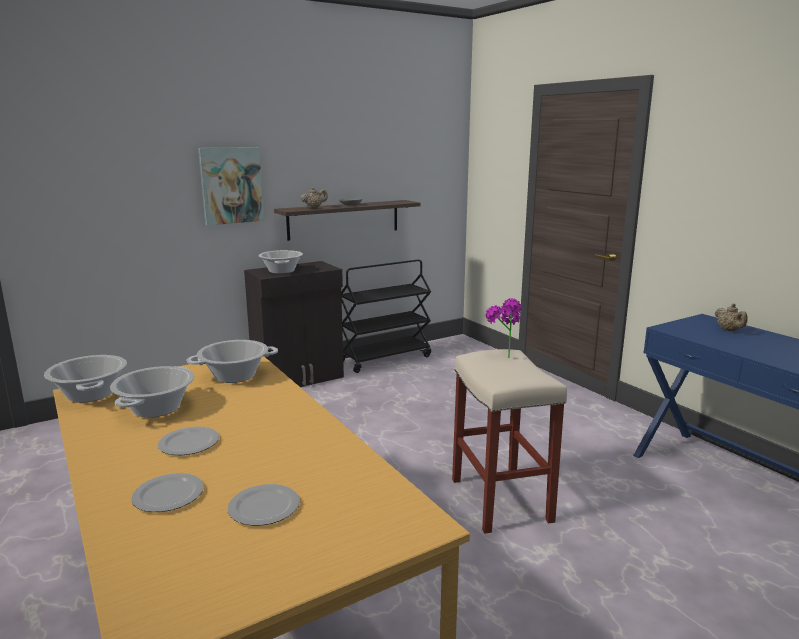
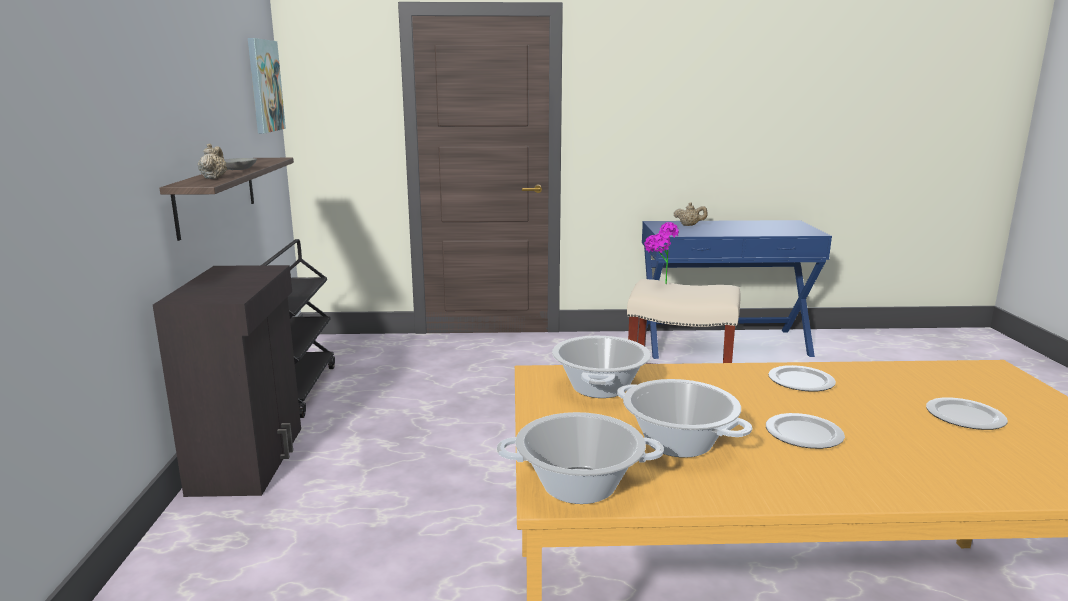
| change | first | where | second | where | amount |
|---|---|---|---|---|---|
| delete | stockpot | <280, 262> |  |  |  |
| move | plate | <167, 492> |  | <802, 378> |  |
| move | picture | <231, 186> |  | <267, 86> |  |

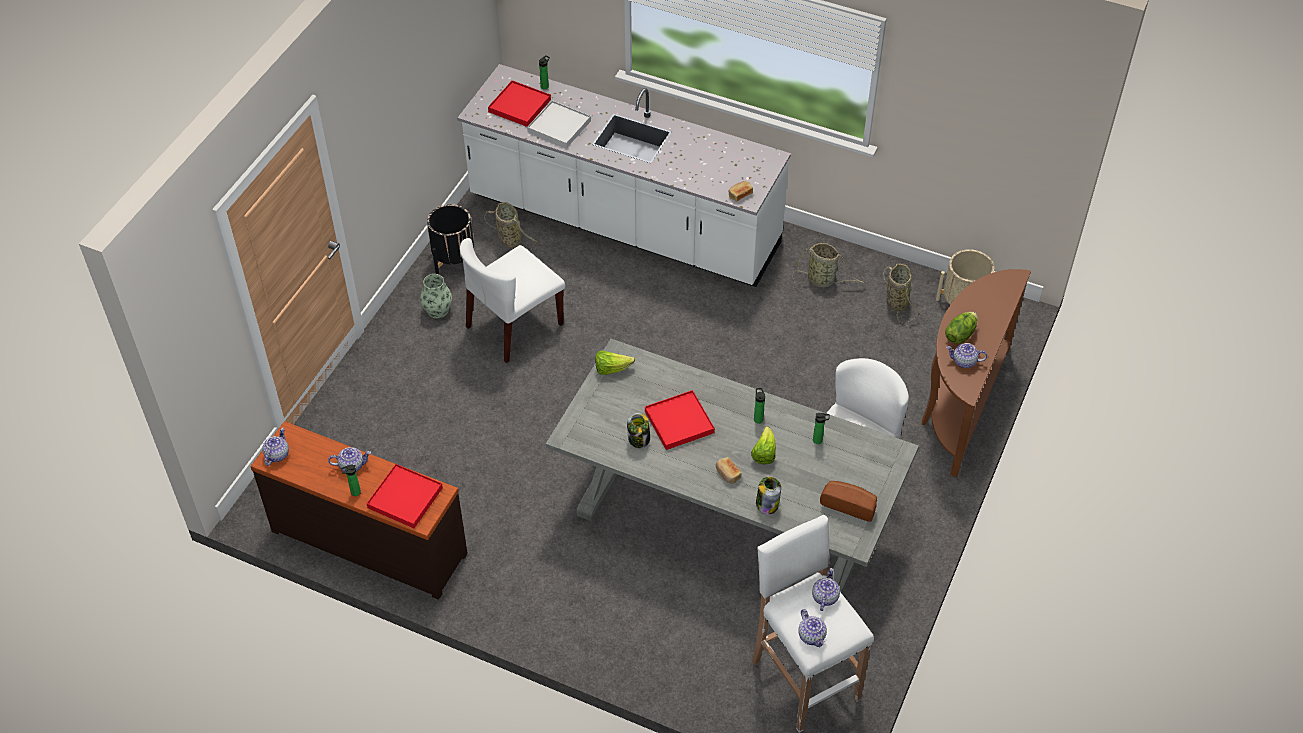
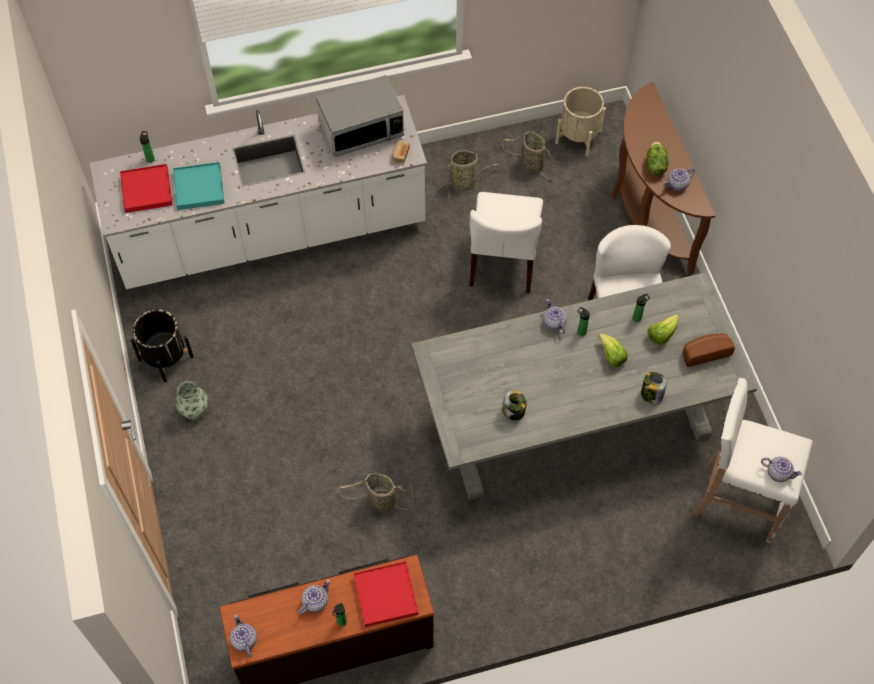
| change | first | where | second | where | amount |
|---|---|---|---|---|---|
| delete | red-coloured_carrying_tray | <680, 420> |  |  |  |
| delete | bakery_bread | <729, 470> |  |  |  |
| insert |  |  | microwave_oven | <360, 116> |  |
| move | white-coloured_chair | <512, 300> |  | <506, 242> |  |
| move | basket | <511, 226> |  | <375, 492> |  |
| move | lettuce | <615, 362> |  | <663, 330> |  |
| move | pot_for_tea | <826, 589> |  | <555, 316> |  |
| recolor | white-coloured_carrying_tray | <559, 124> | turquoise-coloured_carrying_tray | <199, 186> |  |

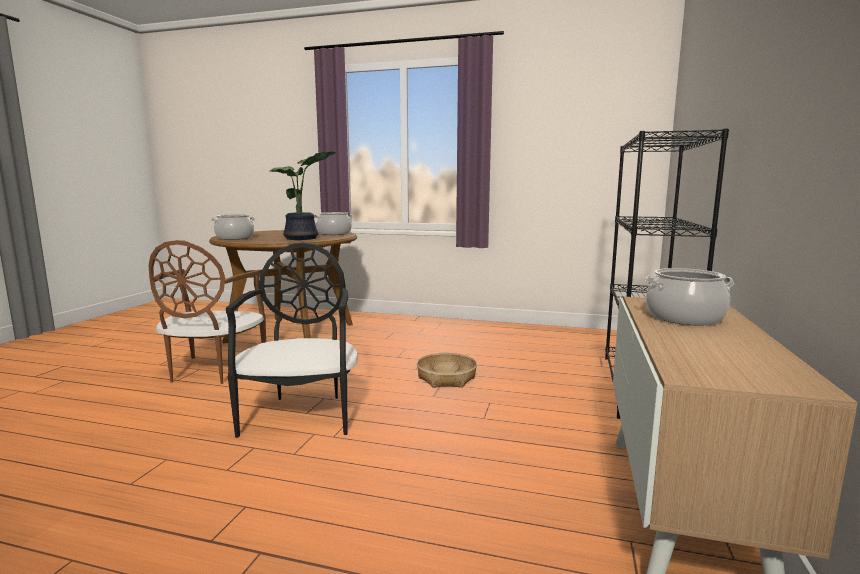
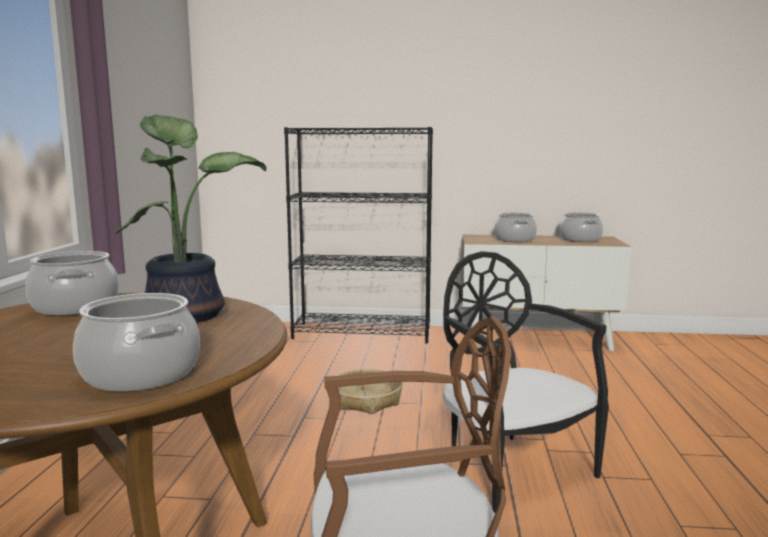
| change | first | where | second | where | amount |
|---|---|---|---|---|---|
| insert |  |  | stockpot | <581, 227> |  |
| rotate | black_chair | <292, 340> |  | <526, 382> | 75 degrees clockwise |

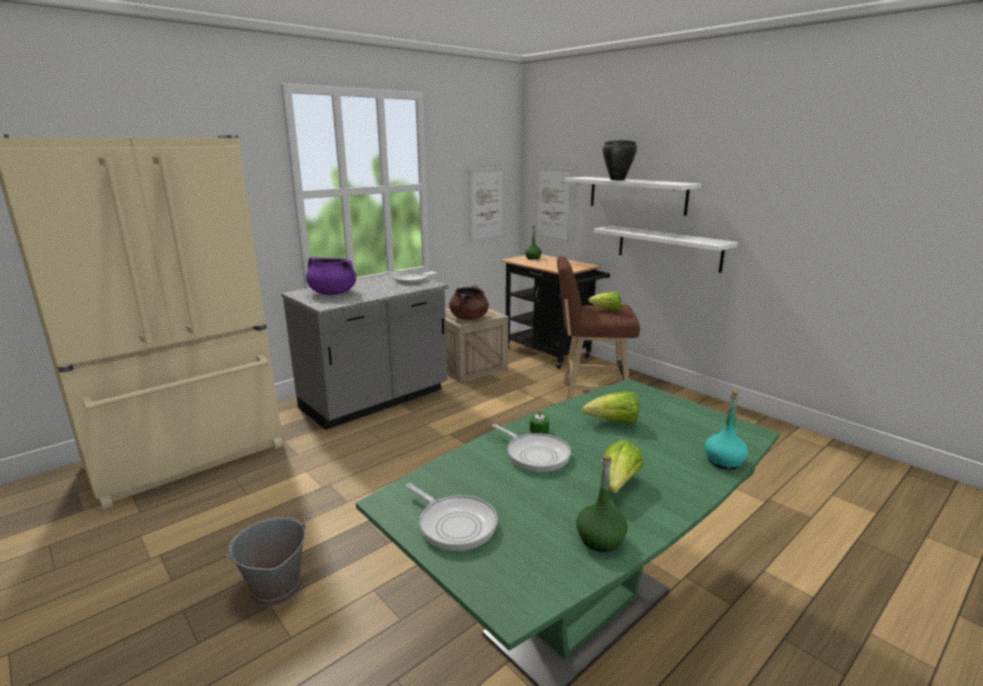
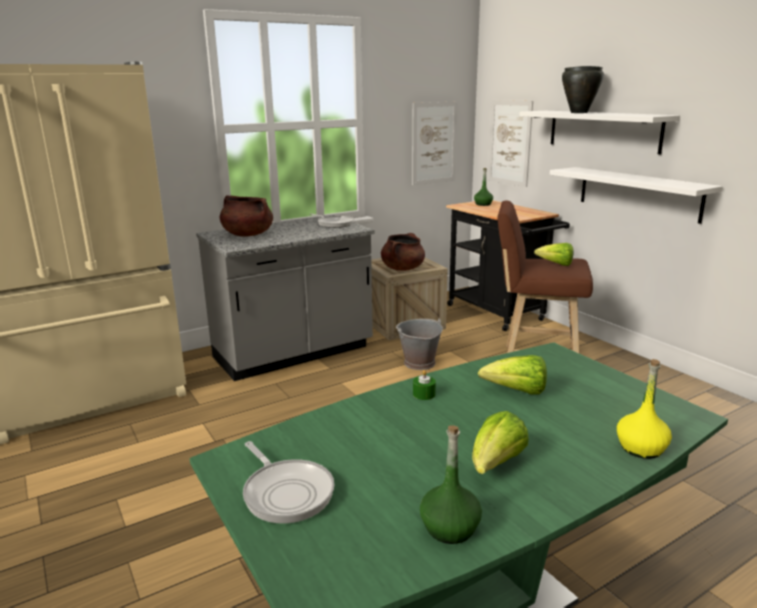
| change | first | where | second | where | amount |
|---|---|---|---|---|---|
| delete | frying_pan | <531, 448> |  |  |  |
| move | gray_water_bucket | <266, 562> |  | <419, 344> |  |
| recolor | purplish_stockpot | <331, 276> | brown_stockpot | <246, 216> |  |
| recolor | turquoise-coloured_beverage_bottle | <726, 429> | yellow_beverage_bottle | <644, 409> |  |

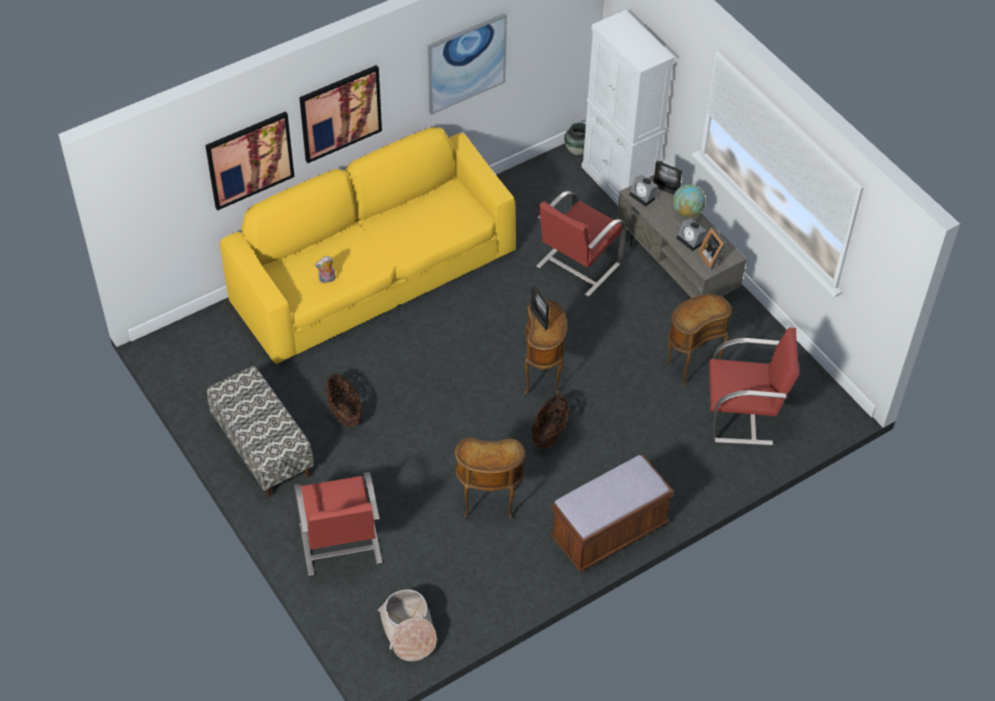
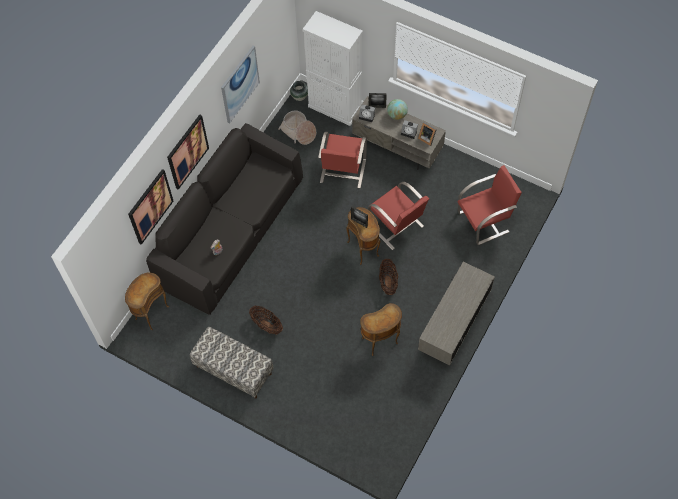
| change | first | where | second | where | amount |
|---|---|---|---|---|---|
| move | red-coloured_armchair | <338, 524> |  | <398, 216> |  |
| move | basket | <407, 625> |  | <297, 127> |  |
| move | brown_side_table | <699, 340> |  | <147, 301> |  |
| replace | brown_long_seat | <611, 513> | gray_tv_unit | <456, 314> |  |
| recolor | yellow_settee | <368, 245> | black_settee | <224, 219> |  |

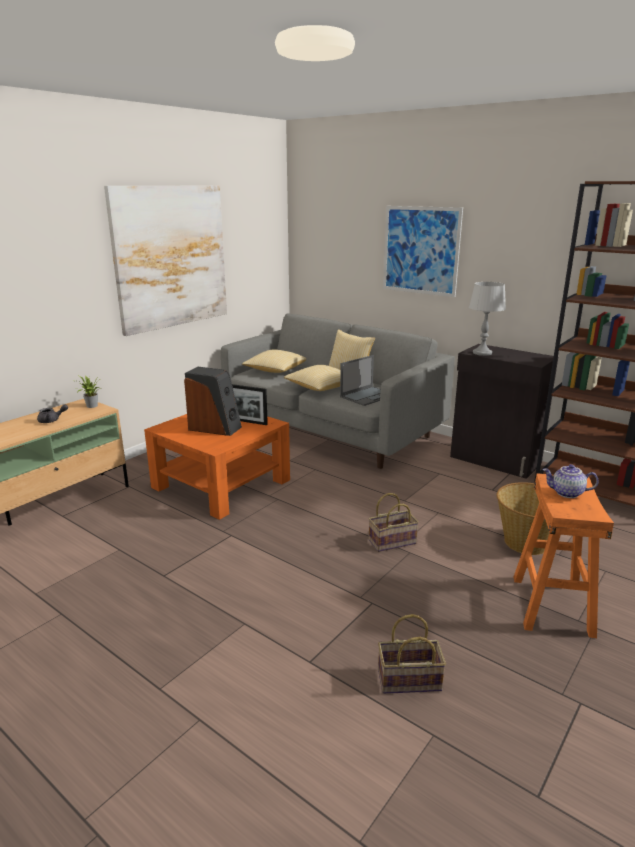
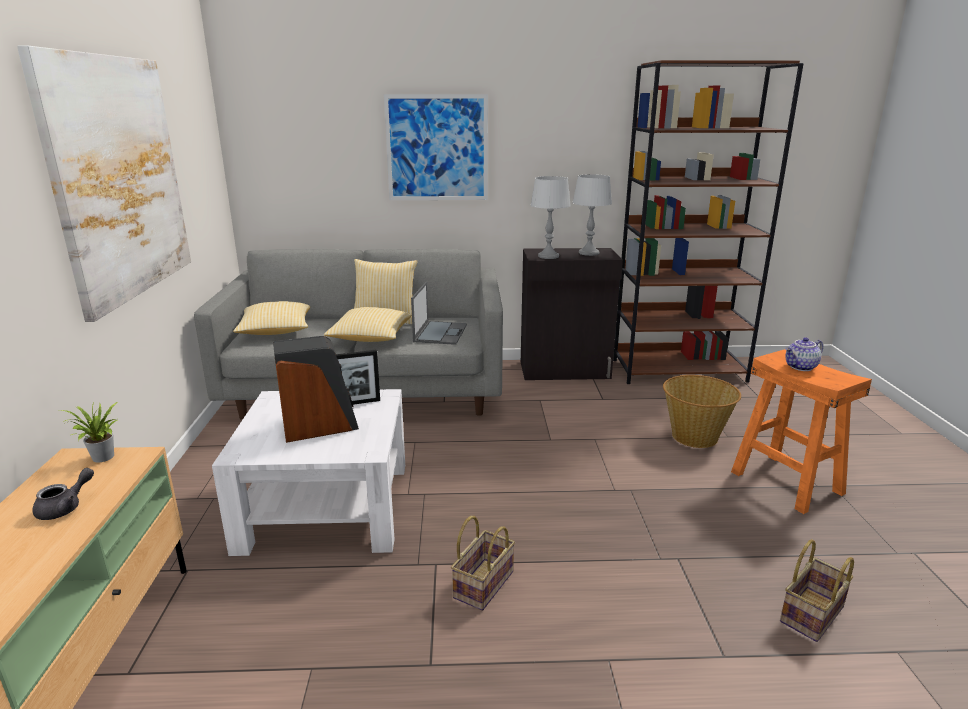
| change | first | where | second | where | amount |
|---|---|---|---|---|---|
| insert |  |  | gray_tabletop_lamp | <592, 215> |  |
| move | basket | <394, 522> |  | <483, 563> |  |
| recolor | orange-coloured_coffee_table | <217, 467> | white-coloured_coffee_table | <308, 472> |  |

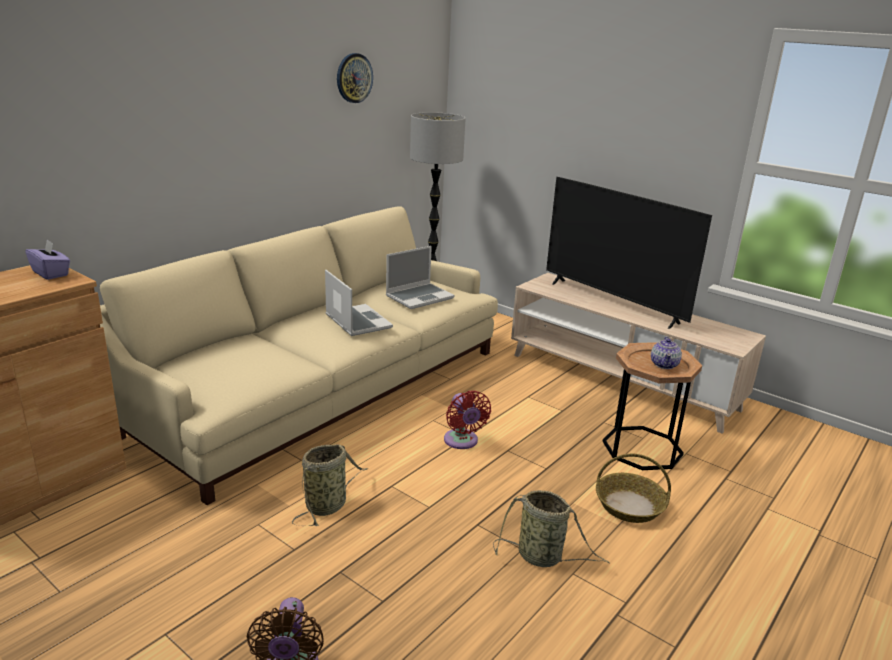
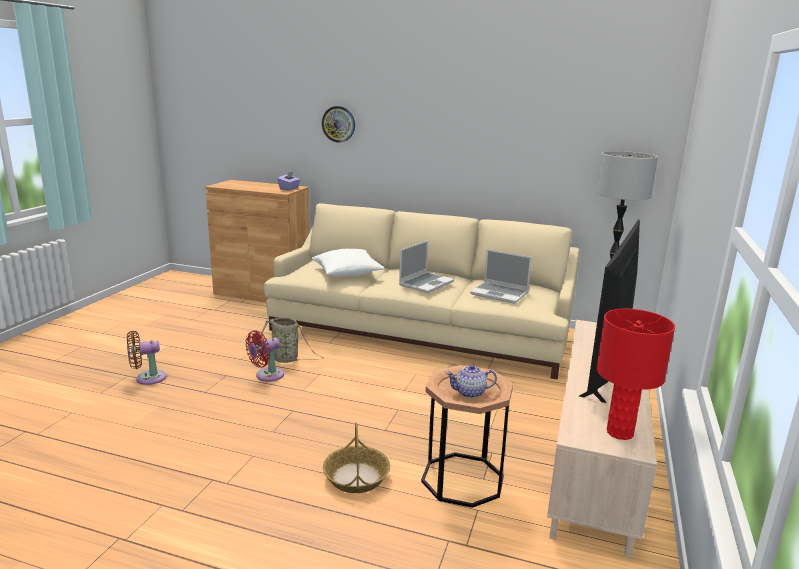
| change | first | where | second | where | amount |
|---|---|---|---|---|---|
| delete | basket | <551, 528> |  |  |  |
| insert |  |  | white-coloured_cushion | <348, 262> |  |
| insert |  |  | red-coloured_tabletop_lamp | <635, 374> |  |
| move | hanging_clock | <355, 78> |  | <338, 124> |  |
| move | red-coloured_cooling_fan | <467, 420> |  | <264, 356> |  |

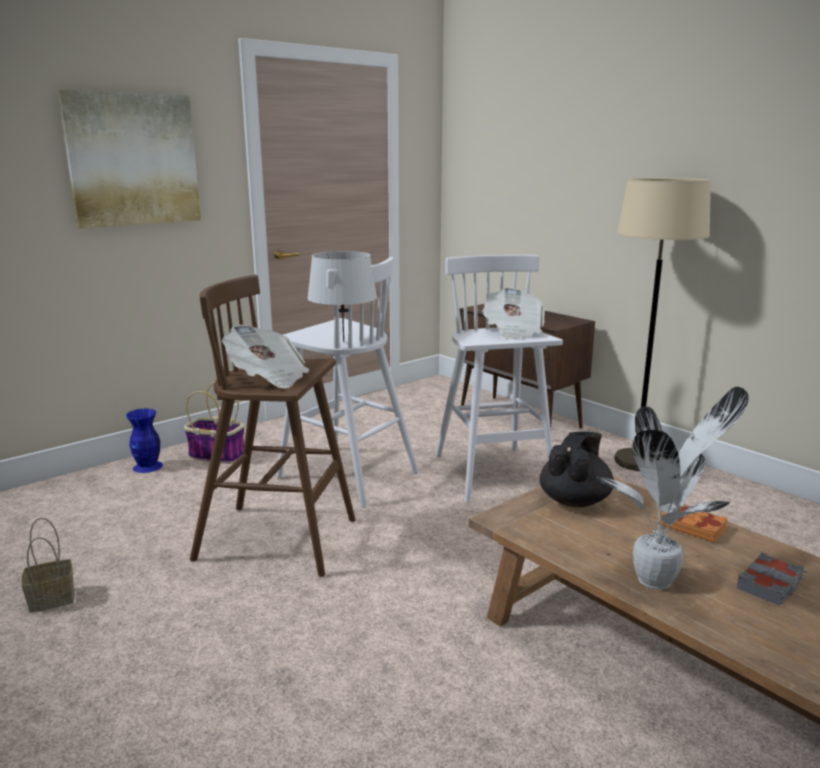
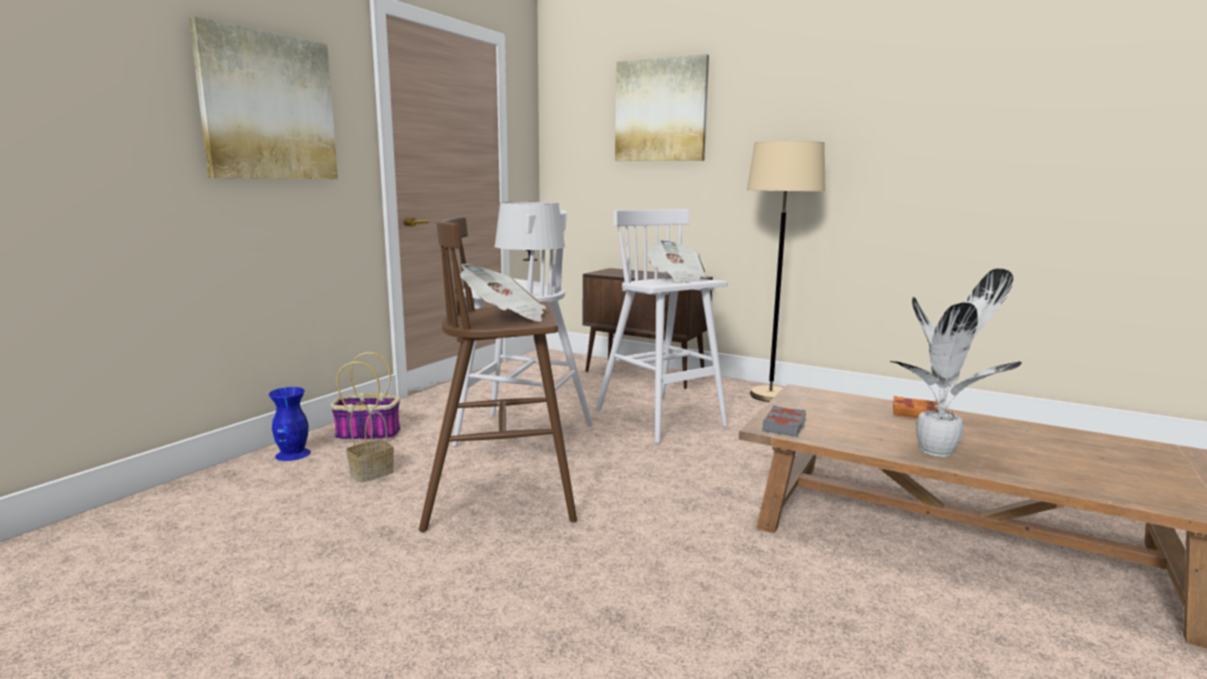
| change | first | where | second | where | amount |
|---|---|---|---|---|---|
| delete | black_pot_for_tea | <577, 469> |  |  |  |
| insert |  |  | picture | <662, 107> |  |
| move | basket | <48, 565> |  | <370, 442> |  |
| move | gray_book | <770, 579> |  | <784, 421> |  |

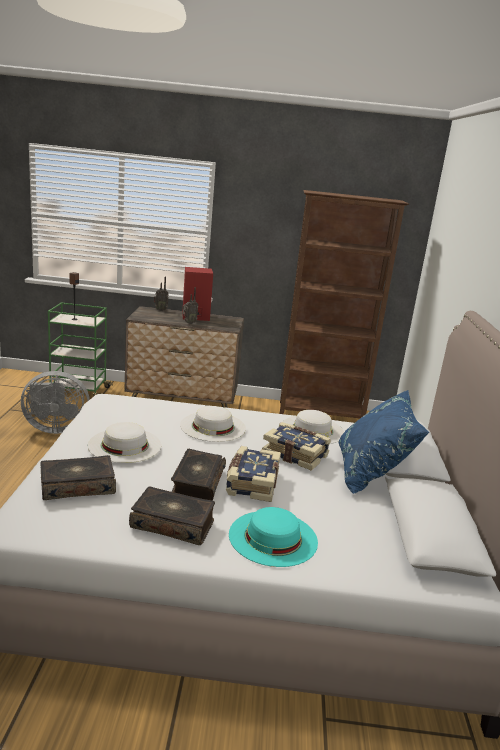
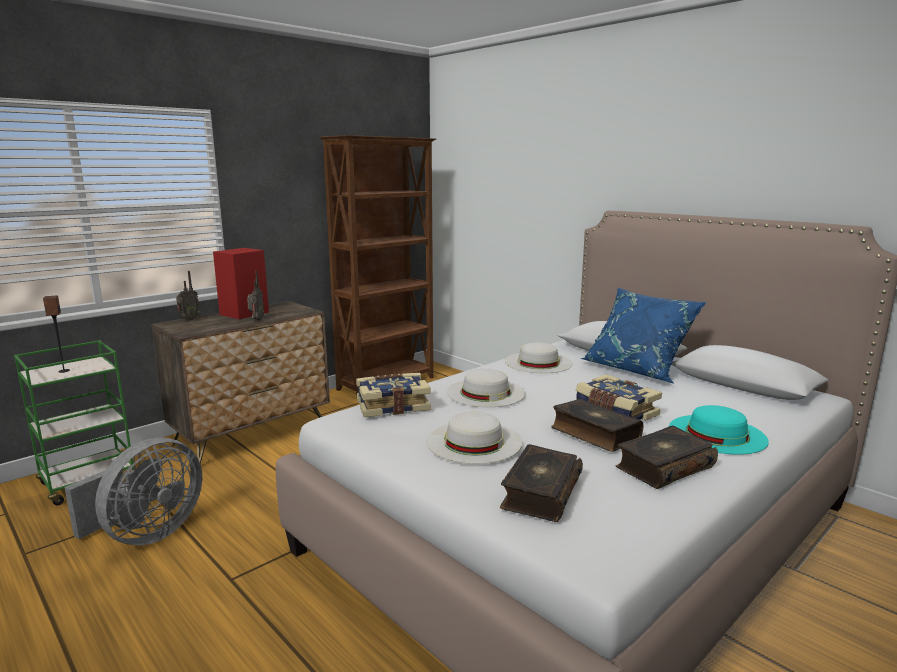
| change | first | where | second | where | amount |
|---|---|---|---|---|---|
| move | book | <296, 446> |  | <393, 395> |  |

